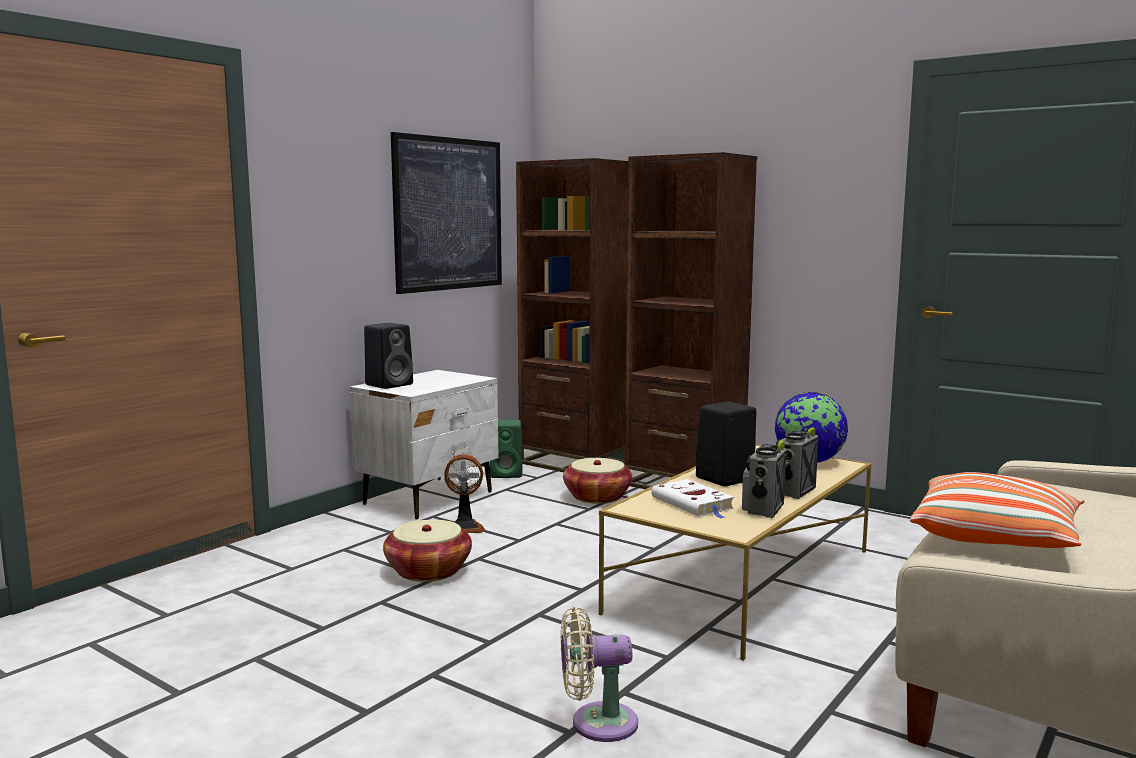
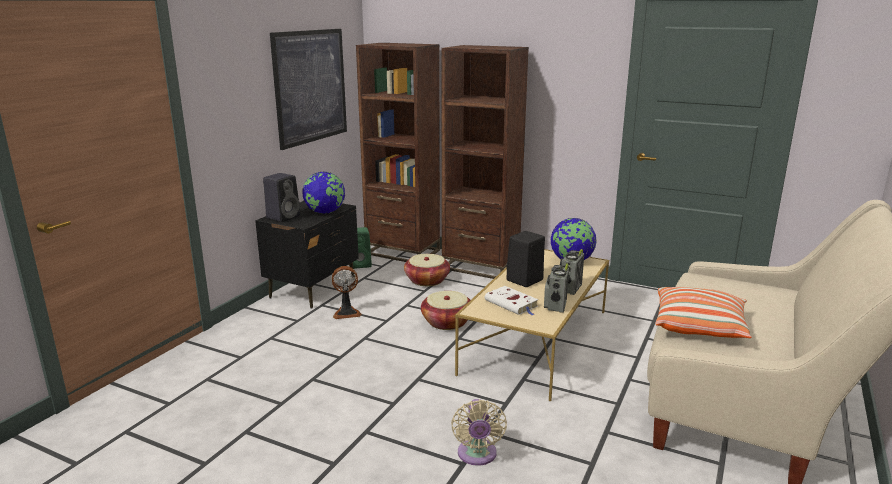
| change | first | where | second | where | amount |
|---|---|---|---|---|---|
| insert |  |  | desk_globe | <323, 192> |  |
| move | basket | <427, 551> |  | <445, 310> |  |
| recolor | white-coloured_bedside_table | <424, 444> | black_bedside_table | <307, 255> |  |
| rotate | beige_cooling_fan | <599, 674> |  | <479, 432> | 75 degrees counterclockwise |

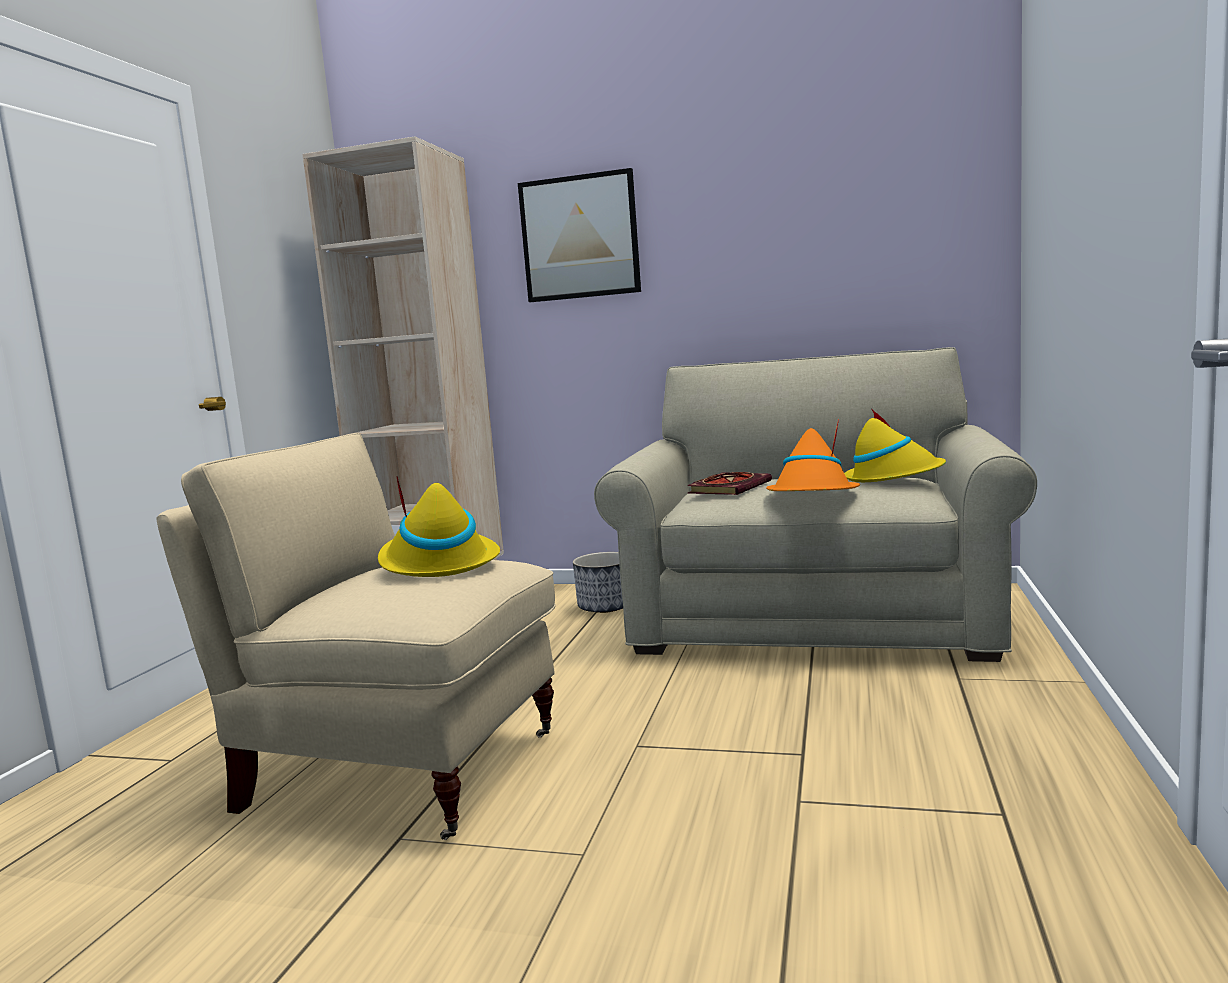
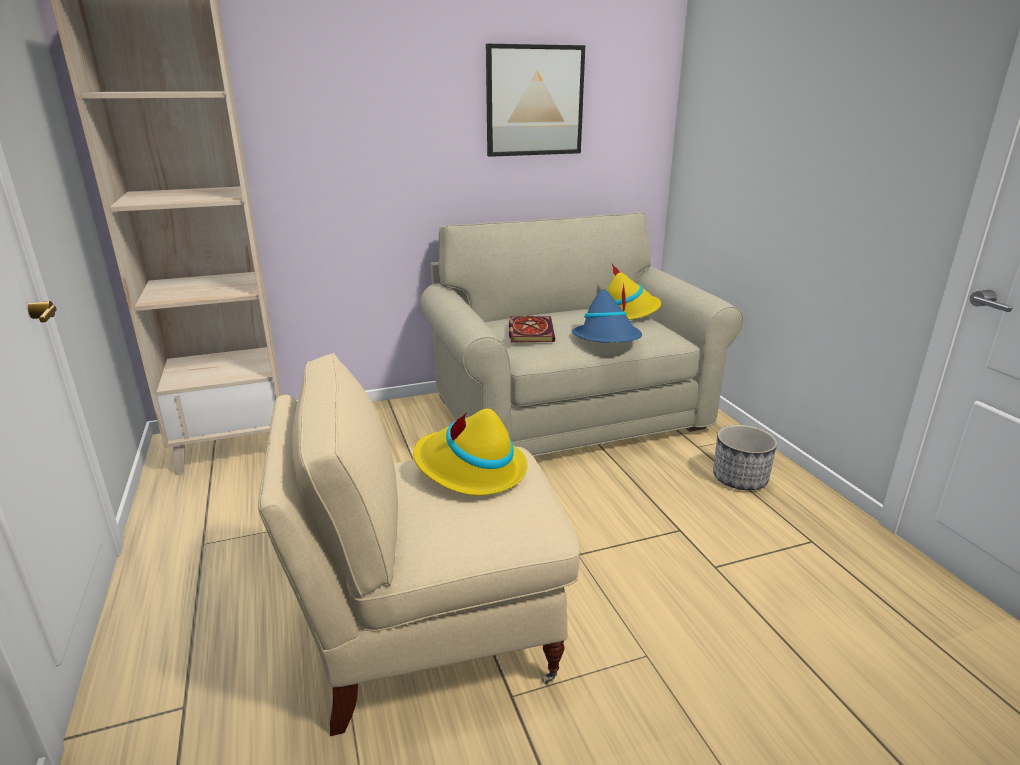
| change | first | where | second | where | amount |
|---|---|---|---|---|---|
| move | picture | <579, 235> |  | <535, 100> |  |
| move | flower_pot | <598, 582> |  | <745, 457> |  |
| recolor | orange-coloured_clothing_hat | <813, 455> | bluish_clothing_hat | <607, 312> |  |

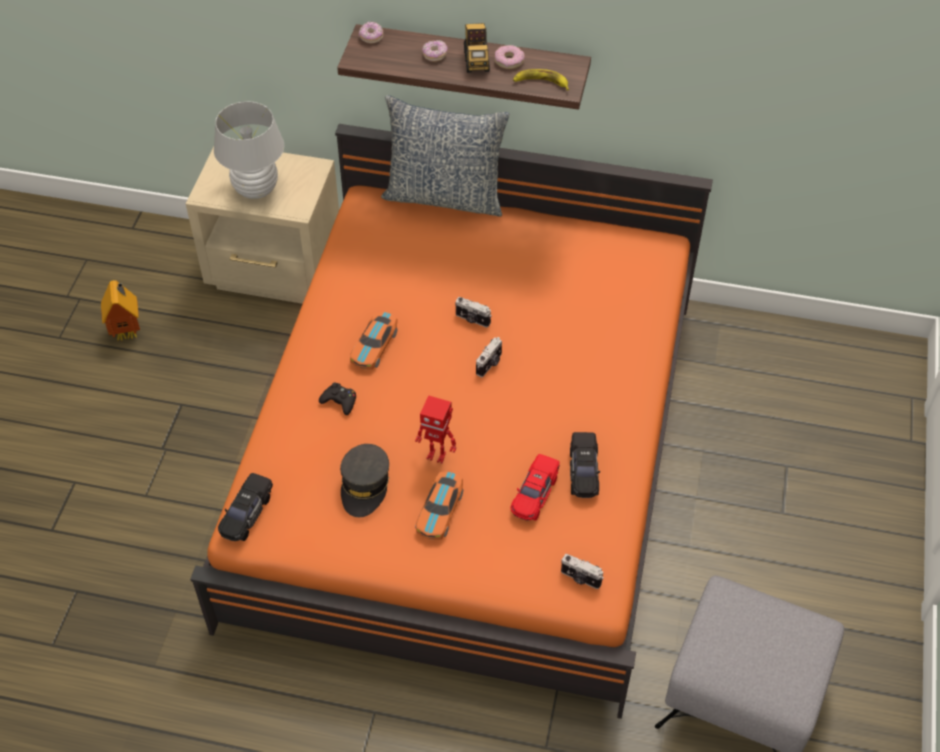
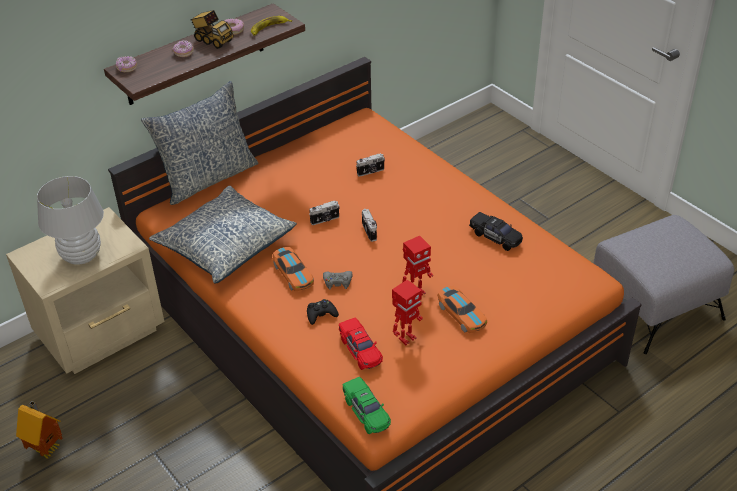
| change | first | where | second | where | amount |
|---|---|---|---|---|---|
| insert |  |  | cushion | <223, 235> |  |
| insert |  |  | gray_joypad | <338, 280> |  |
| move | red-coloured_miniature_car | <535, 487> |  | <361, 344> |  |
| move | still_camera | <582, 571> |  | <370, 165> |  |
| replace | gray_baseball_cap | <364, 480> | toy_robot | <407, 312> |  |
| recolor | black_miniature_car | <245, 507> | green_miniature_car | <366, 405> |  |

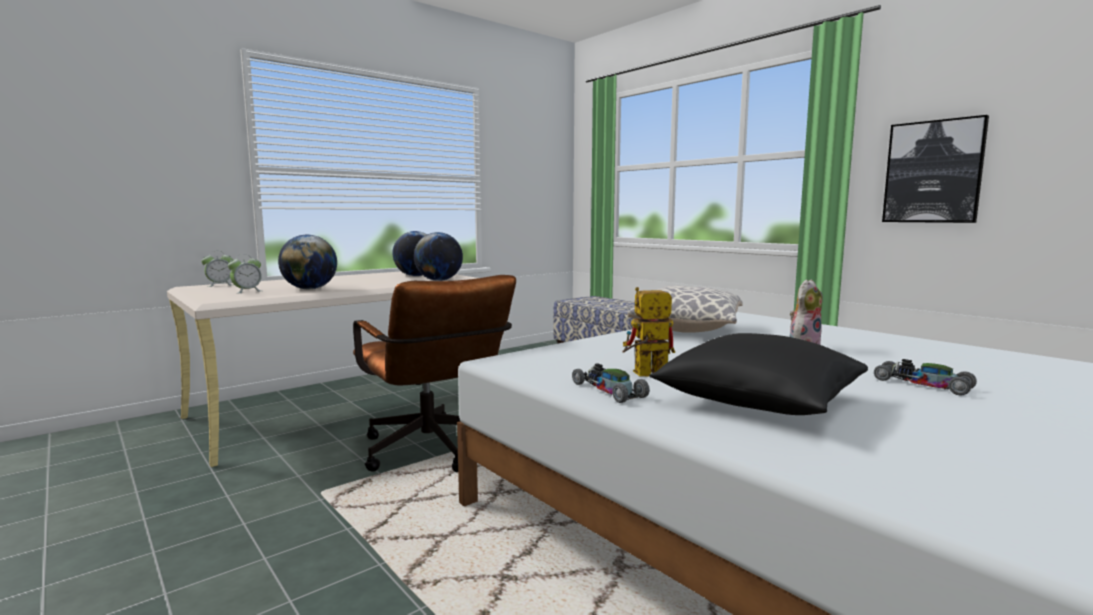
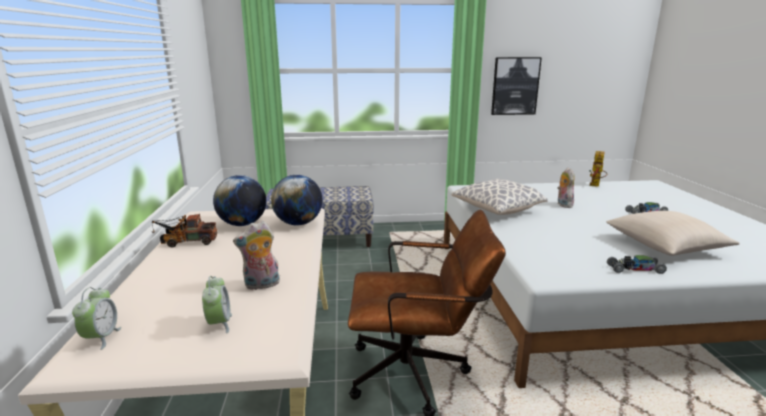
| change | first | where | second | where | amount |
|---|---|---|---|---|---|
| insert |  |  | toy_lorry | <184, 231> |  |
| move | toy_robot | <648, 331> |  | <598, 169> |  |
| replace | desk_globe | <307, 261> | soft_toy | <256, 255> |  |
| recolor | black_cushion | <758, 374> | beige_cushion | <673, 233> |  |

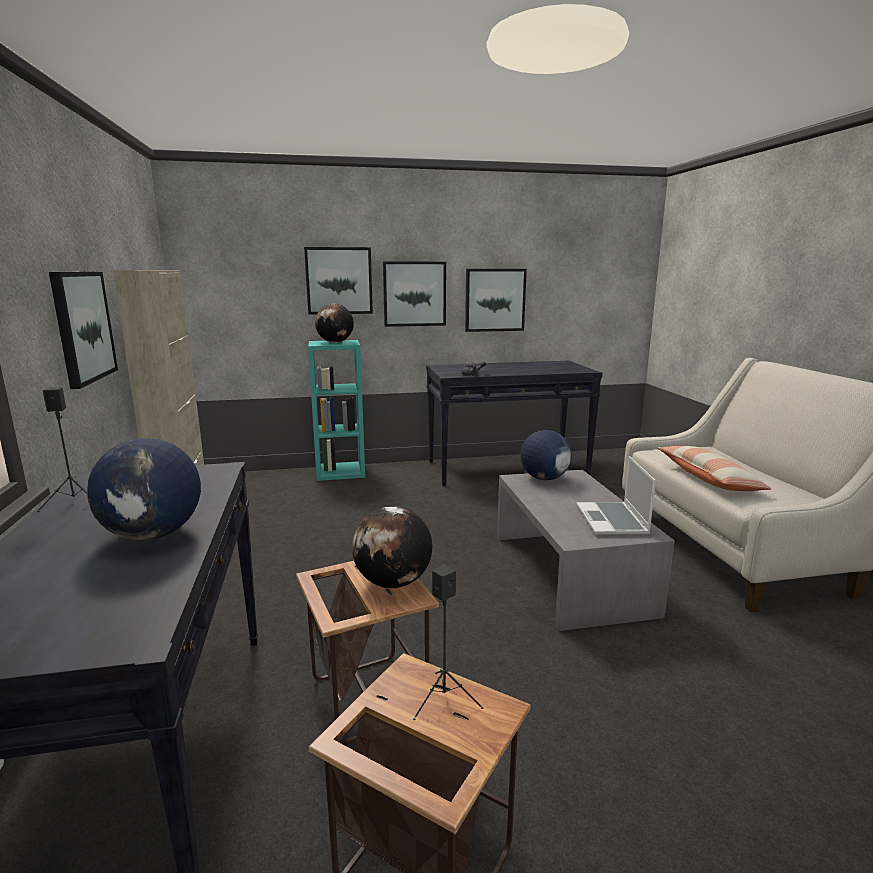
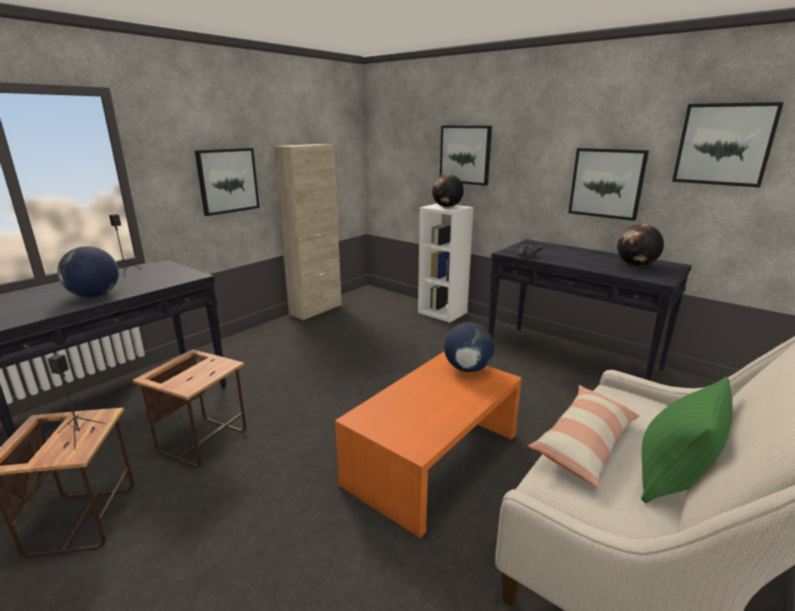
| change | first | where | second | where | amount |
|---|---|---|---|---|---|
| delete | laptop | <616, 495> |  |  |  |
| insert |  |  | green_cushion | <686, 440> |  |
| move | desk_globe | <392, 547> |  | <640, 245> |  |
| move | picture | <414, 294> |  | <728, 145> |  |
| recolor | turquoise-coloured_shelving_unit | <336, 410> | white-coloured_shelving_unit | <446, 263> |  |
| recolor | gray_coffee_table | <585, 550> | orange-coloured_coffee_table | <428, 445> |  |

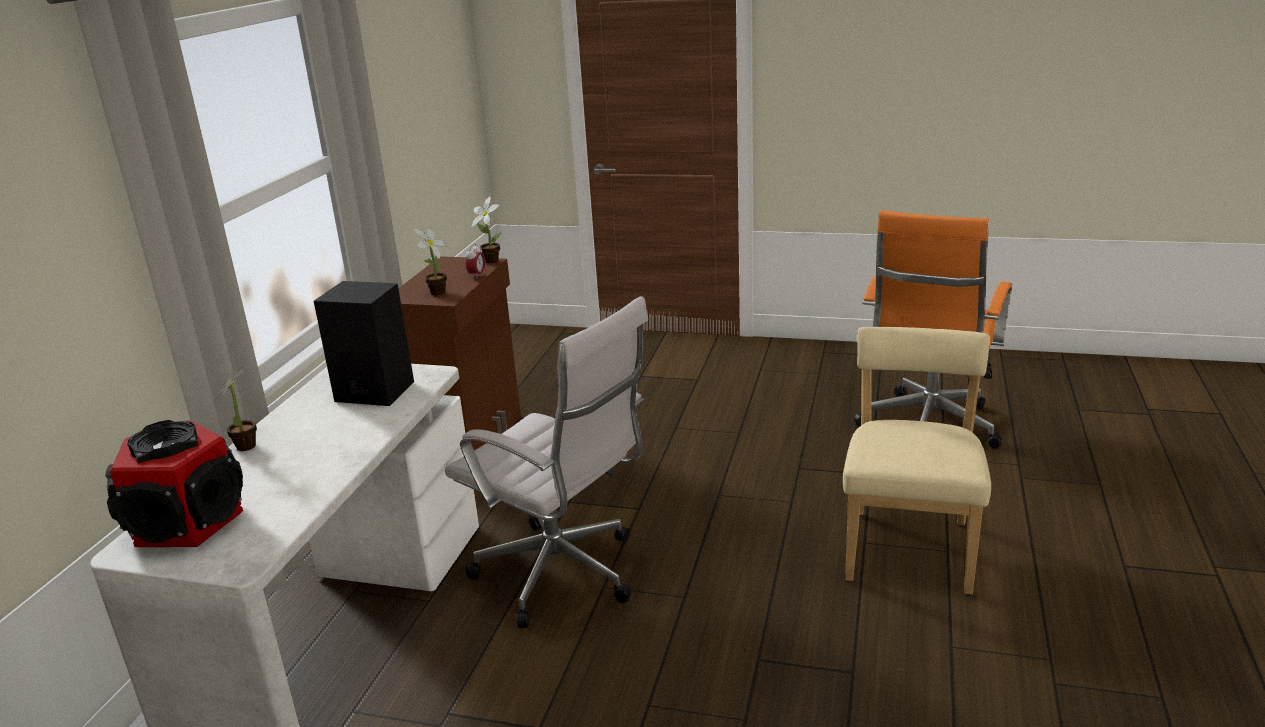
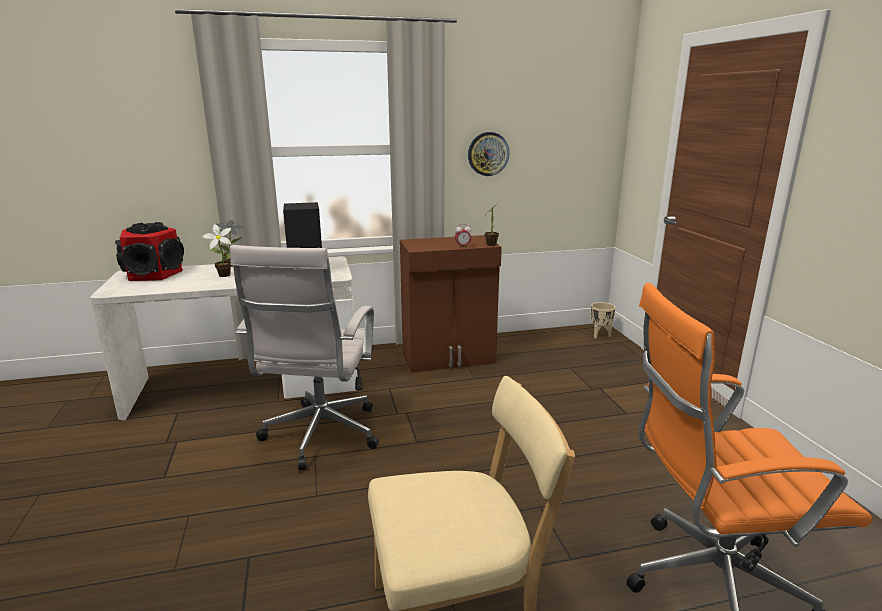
| change | first | where | second | where | amount |
|---|---|---|---|---|---|
| insert |  |  | hanging_clock | <488, 154> |  |
| insert |  |  | beige_flower_pot | <603, 320> |  |
| move | potted_plant | <430, 261> |  | <216, 250> |  |

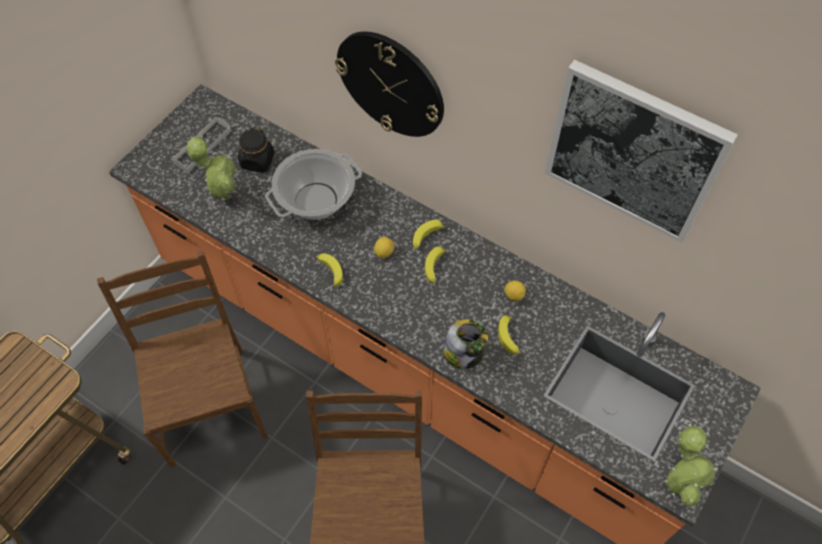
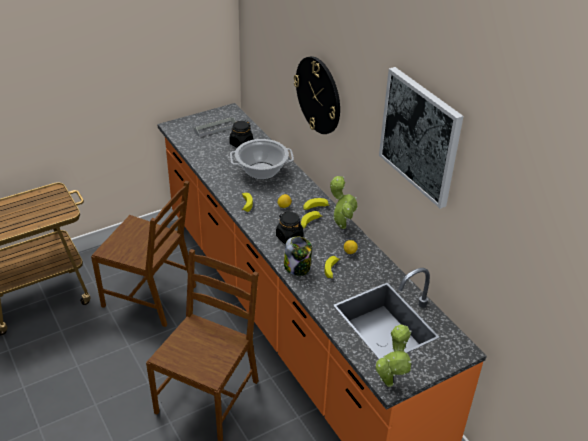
| change | first | where | second | where | amount |
|---|---|---|---|---|---|
| insert |  |  | black_storage_jar | <290, 228> |  |
| move | potted_plant | <212, 168> |  | <344, 202> |  |
| rotate | brown_chair | <182, 359> |  | <143, 254> | 105 degrees clockwise |

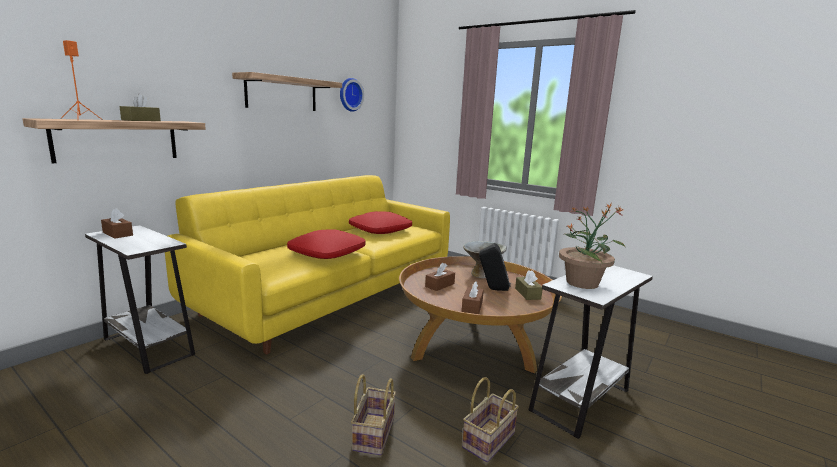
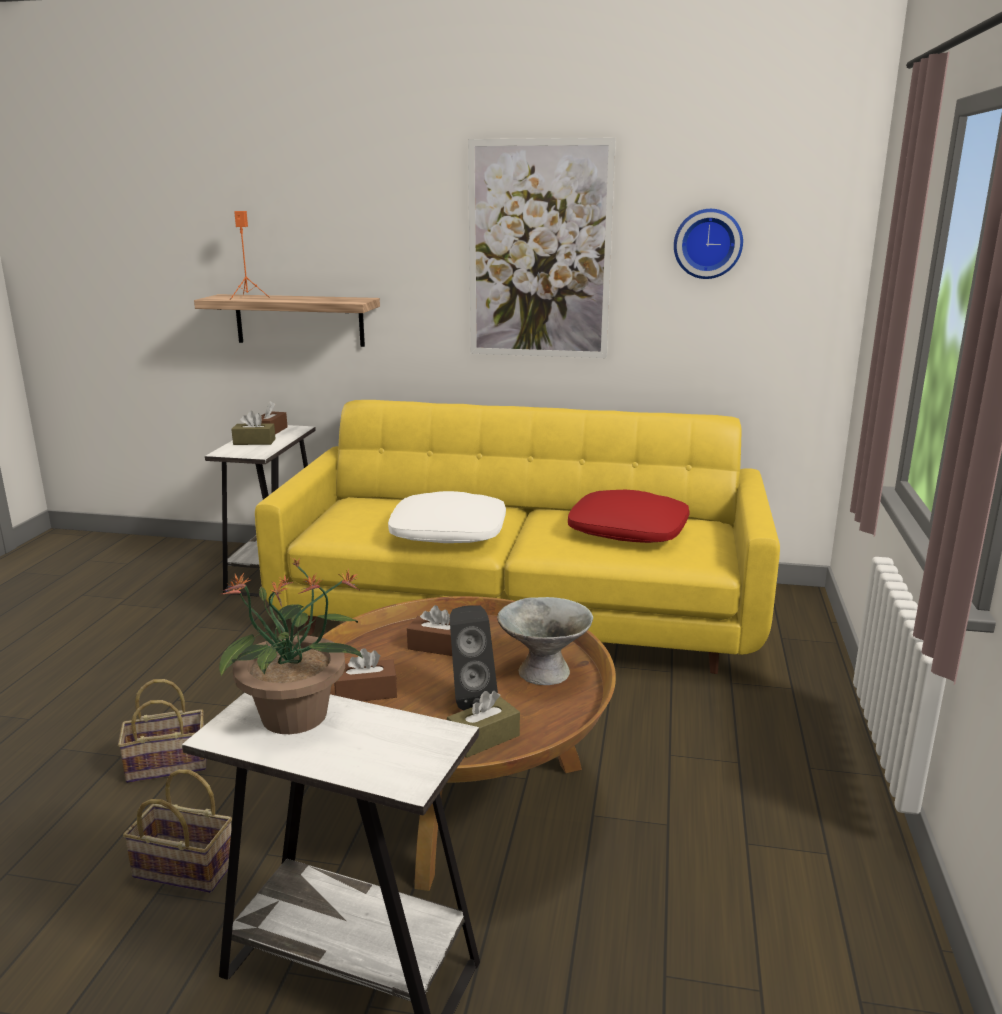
| change | first | where | second | where | amount |
|---|---|---|---|---|---|
| move | brown_box_of_tissues | <140, 107> |  | <253, 428> |  |
| replace | bracket_shelf | <287, 91> | picture | <542, 248> |  |
| recolor | red-coloured_cushion | <326, 244> | white-coloured_cushion | <447, 517> |  |

